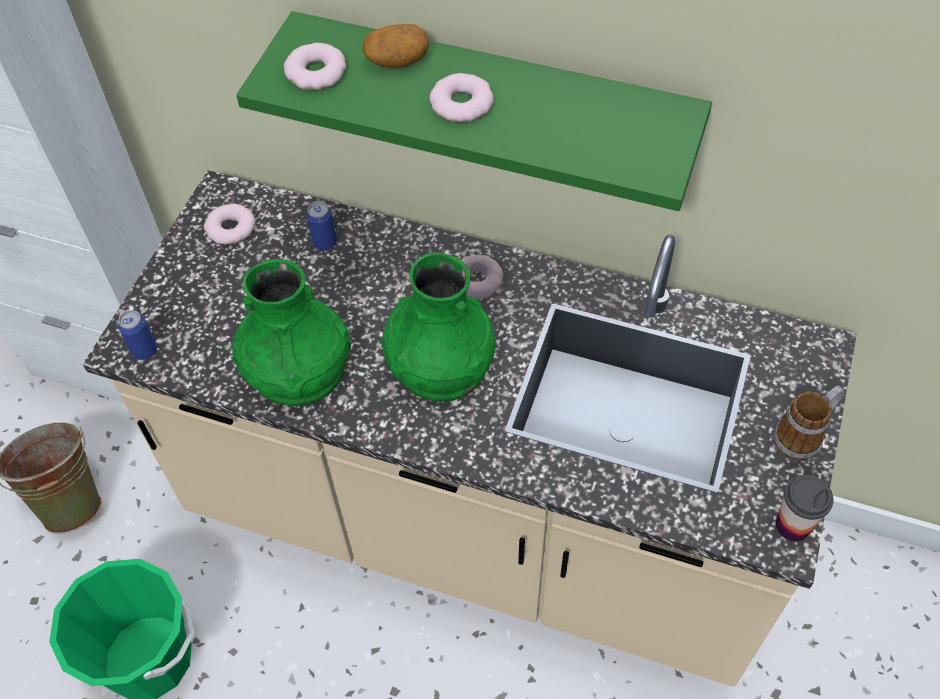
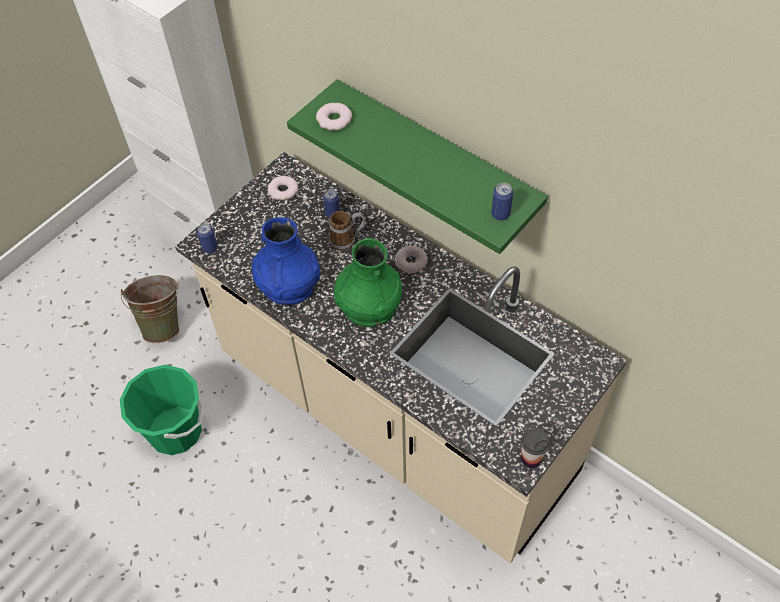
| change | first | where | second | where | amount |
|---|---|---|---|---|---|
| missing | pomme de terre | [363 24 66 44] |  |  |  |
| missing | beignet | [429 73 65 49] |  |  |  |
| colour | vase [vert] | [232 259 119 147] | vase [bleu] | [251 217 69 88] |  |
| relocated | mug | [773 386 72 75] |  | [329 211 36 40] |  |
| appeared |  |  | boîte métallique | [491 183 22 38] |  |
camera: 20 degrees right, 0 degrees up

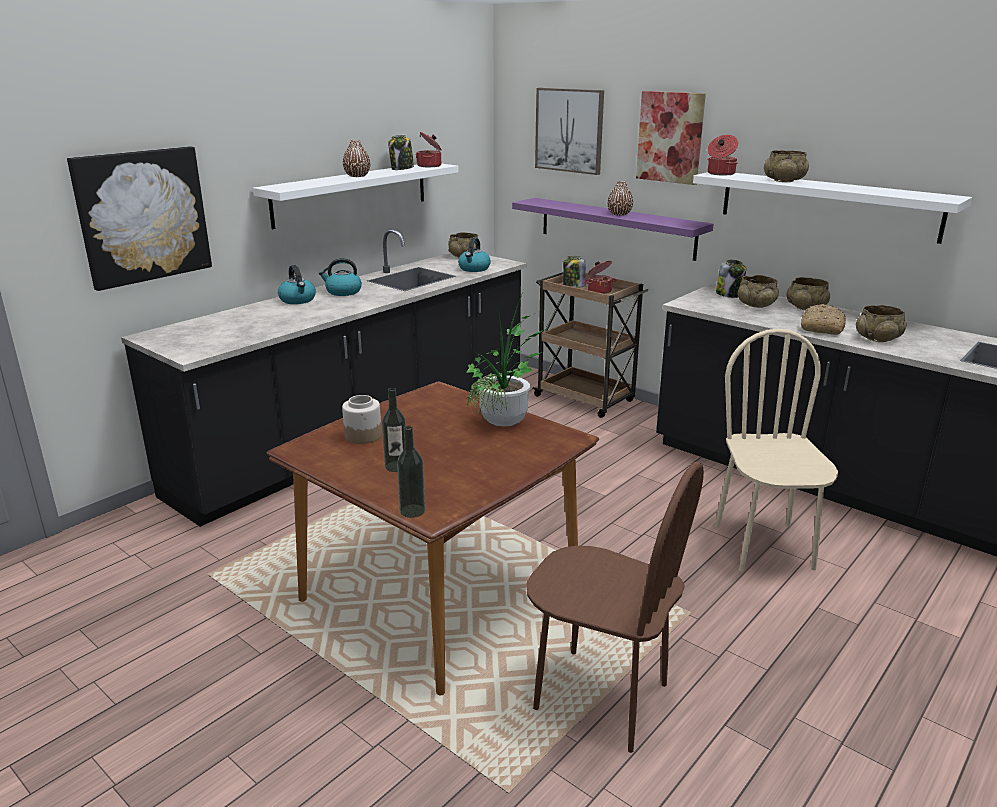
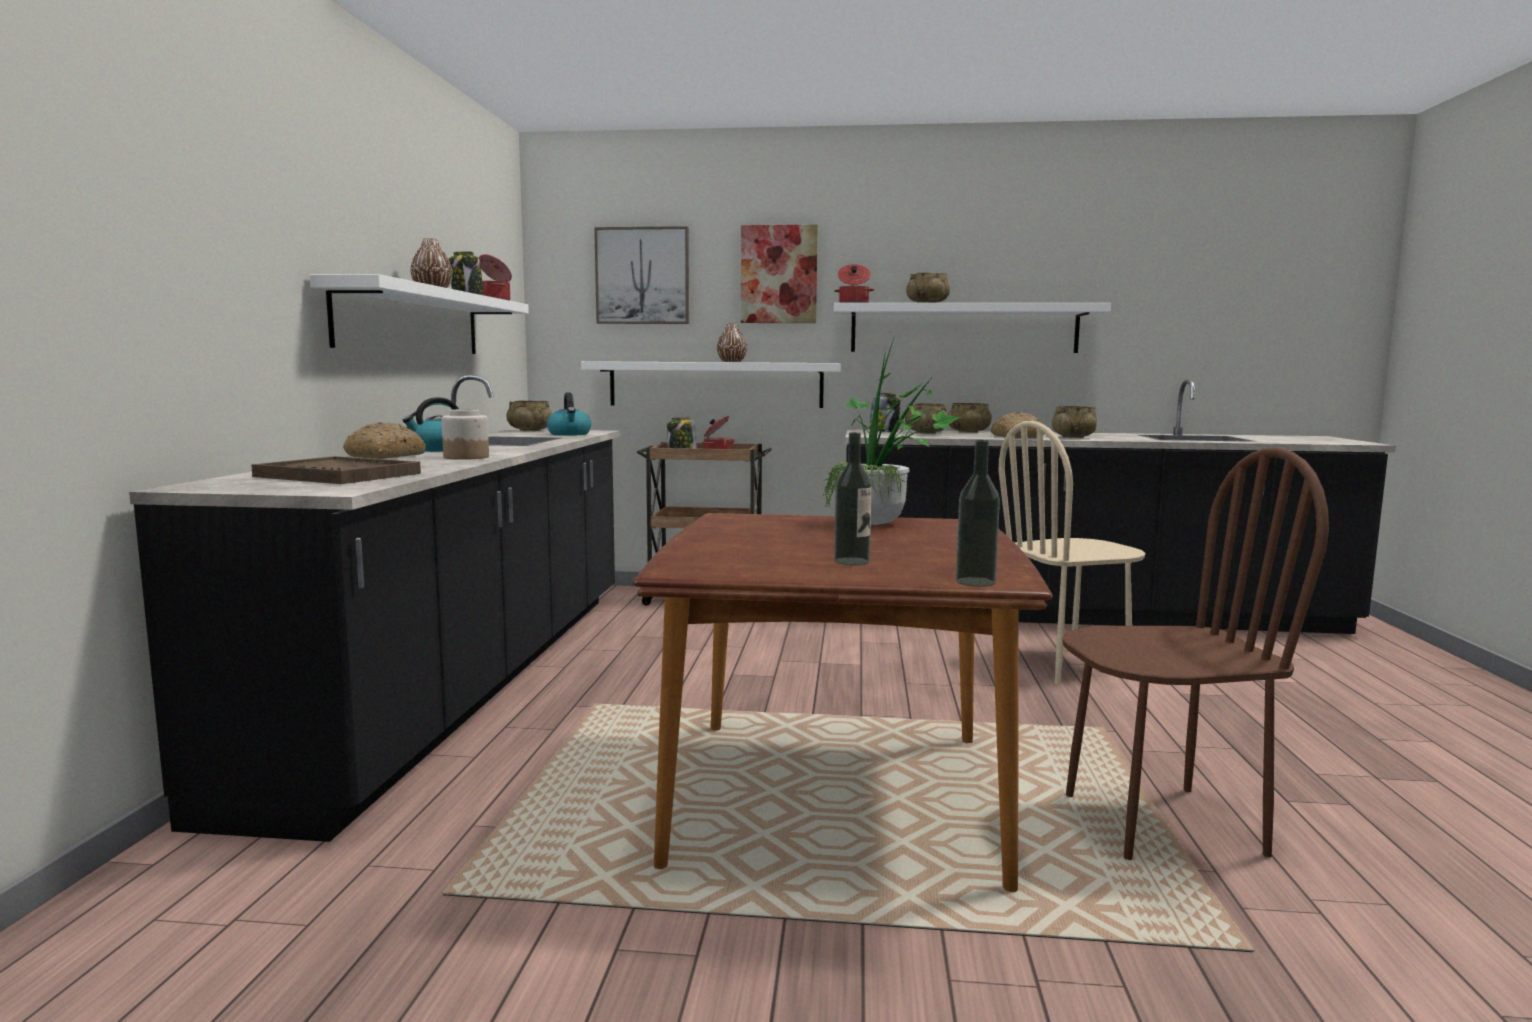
| change | first | where | second | where | amount |
|---|---|---|---|---|---|
| missing | tableau | [67 147 145 144] |  |  |  |
| colour | étagère [violet] | [512 198 202 63] | étagère [blanc] | [581 361 260 47] |  |
| exchanged | bouilloire | [278 265 38 39] | pain | [343 423 83 36] |  |
| spun | chaise [beige] | [715 329 123 242] |  | [999 421 147 264] | 75 degrees counterclockwise |
| relocated | bocal | [342 395 40 49] |  | [442 409 47 51] |  |
| appeared |  |  | plateau [marron] | [251 456 170 28] |  |
camera: 35 degrees left, 15 degrees down

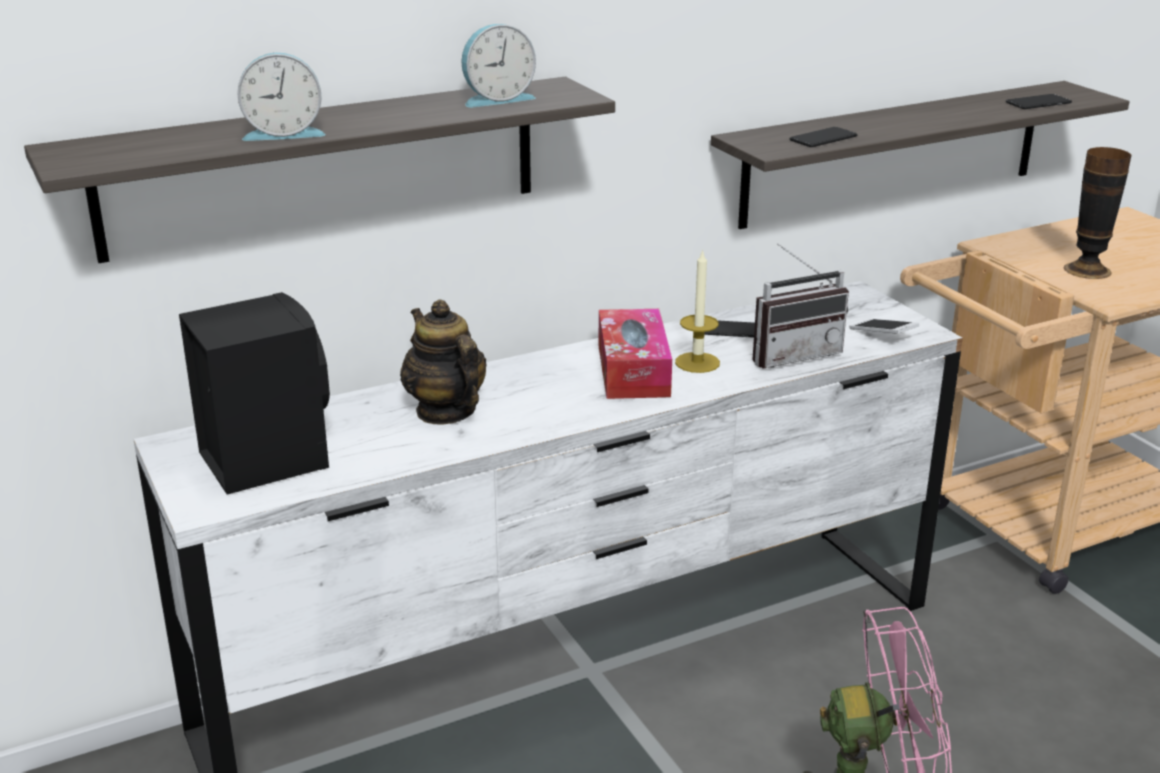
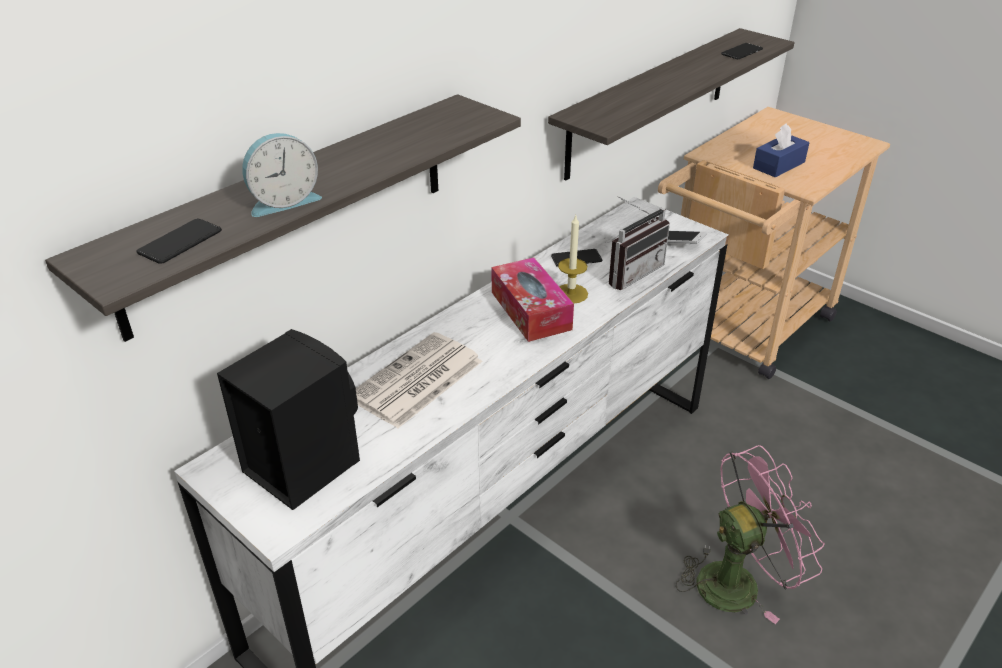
| change | first | where | second | where | amount |
|---|---|---|---|---|---|
| missing | réveil | [461 24 75 83] |  |  |  |
| relocated | téléphone | [789 127 68 20] |  | [136 219 86 45] |  |
| exchanged | vase | [1064 147 67 132] | boîte à mouchoirs [bleu] | [753 123 56 55] |  |
| exchanged | théière | [400 299 87 126] | journal | [356 332 126 96] |  |
camera: 20 degrees left, 10 degrees up

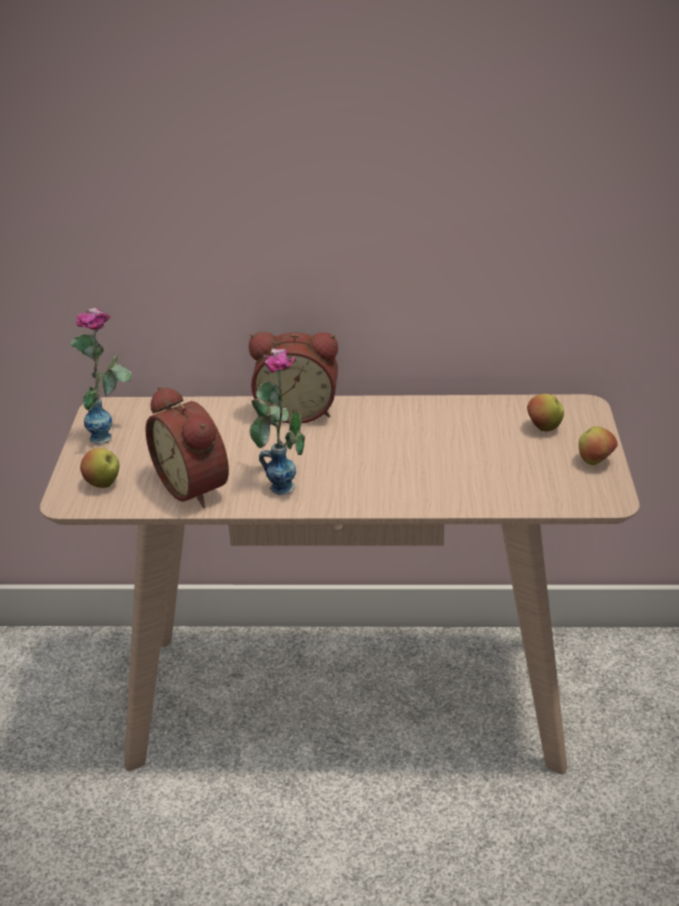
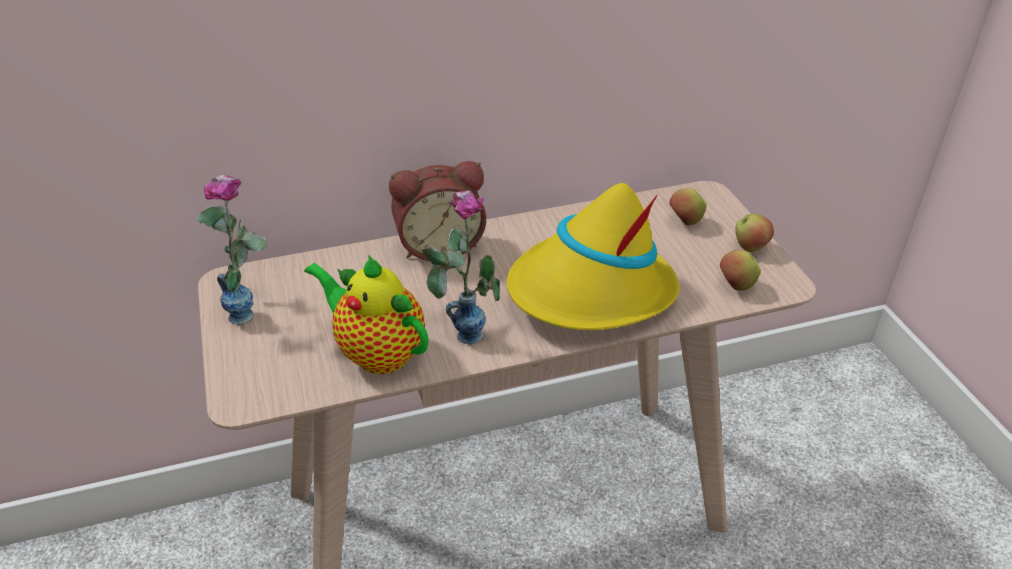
| change | first | where | second | where | amount |
|---|---|---|---|---|---|
| exchanged | réveil | [145 386 84 122] | théière | [304 255 124 119] |  |
| relocated | pomme | [80 448 39 40] |  | [720 250 41 41] |  |
| appeared |  |  | chapeau [jaune] | [506 183 173 147] |  |
camera: 20 degrees left, 5 degrees up

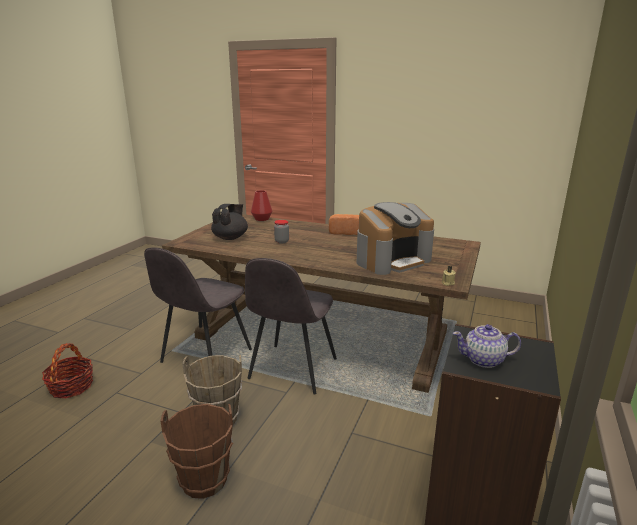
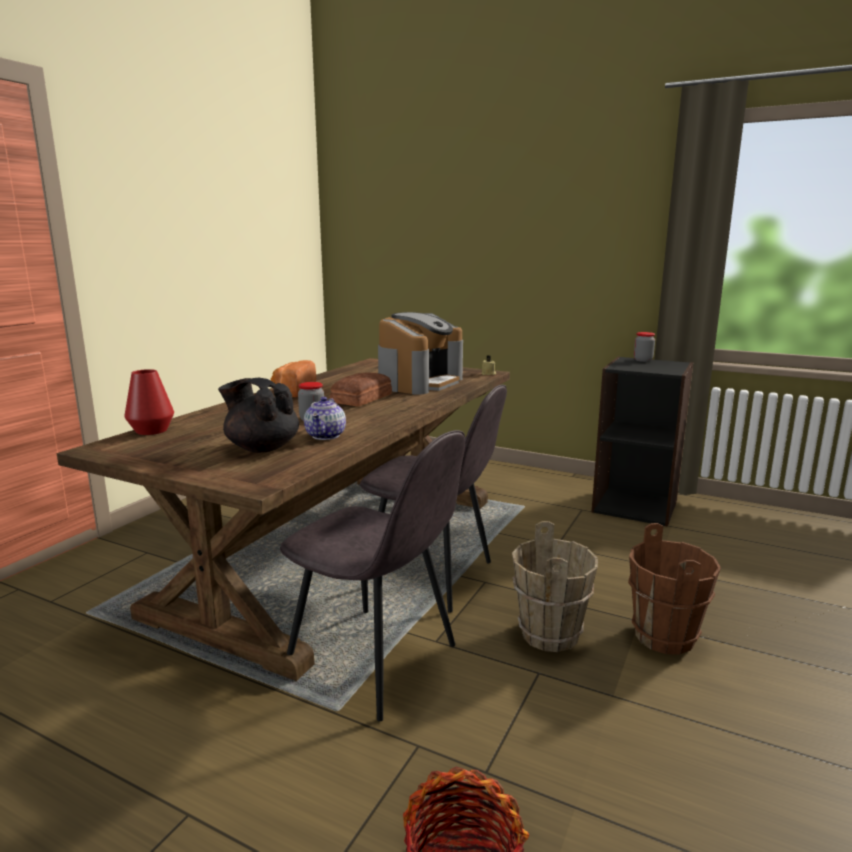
| change | first | where | second | where | amount |
|---|---|---|---|---|---|
| spun | machine à café | [357 202 77 73] |  | [378 312 85 83] | 60 degrees clockwise |
| relocated | théière | [453 324 68 44] |  | [304 397 42 43] |  |
| appeared |  |  | bocal | [634 332 21 30] |  |
| appeared |  |  | pain | [330 372 62 34] |  |
camera: 85 degrees left, 5 degrees down

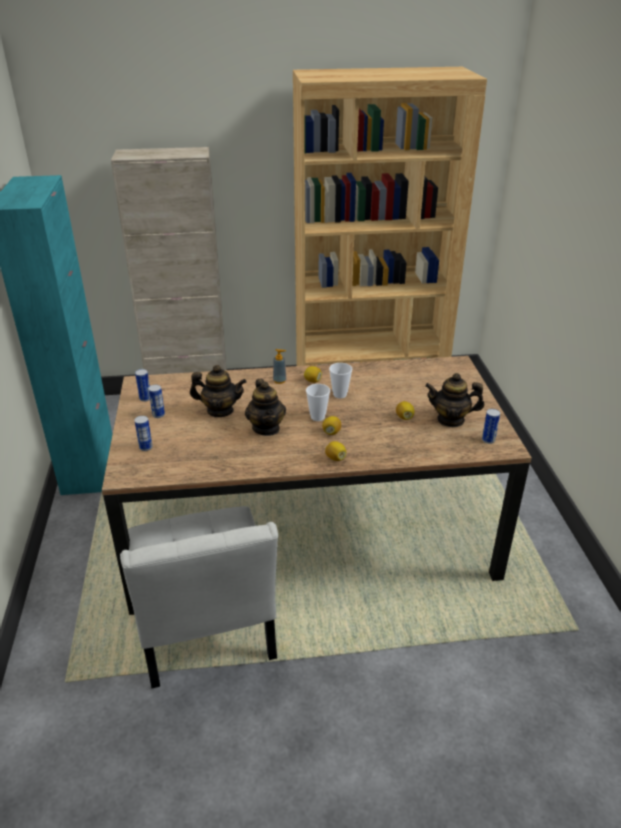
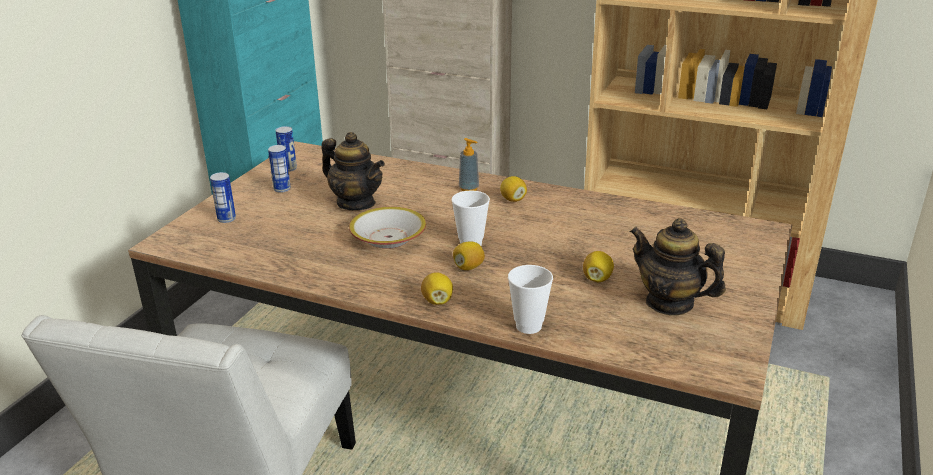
| change | first | where | second | where | amount |
|---|---|---|---|---|---|
| relocated | tasse | [329 363 23 35] |  | [508 265 45 69] |  |
| exchanged | théière | [245 379 41 57] | bol | [349 207 77 42] |  |
| missing | boîte métallique | [482 409 18 35] |  |  |  |
camera: 30 degrees right, 5 degrees down

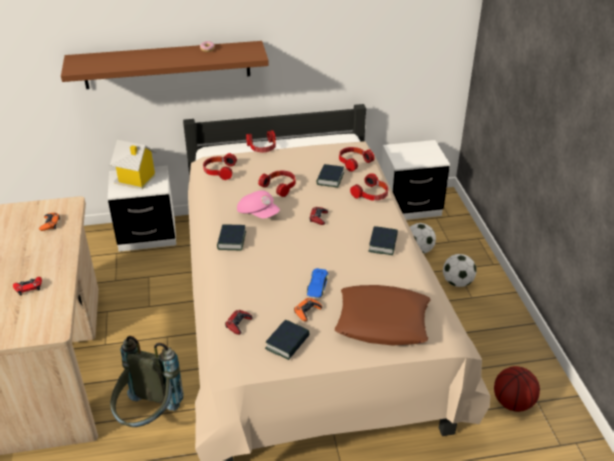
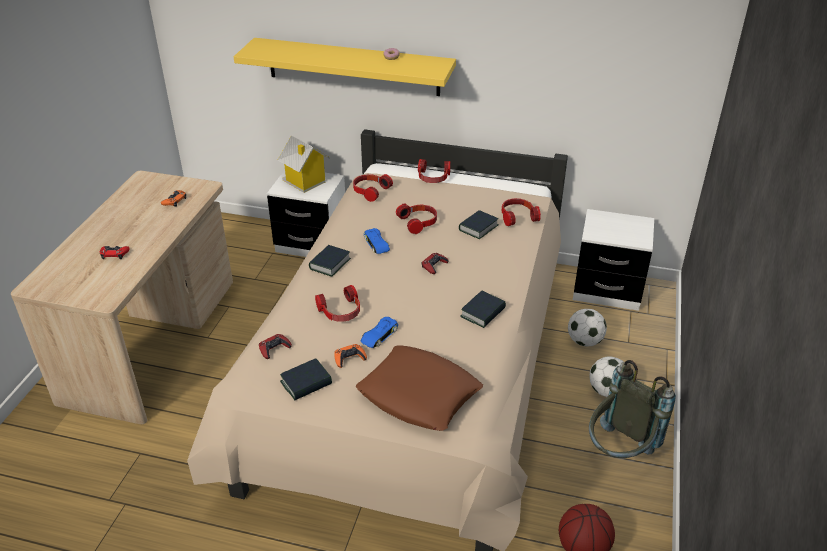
| change | first | where | second | where | amount |
|---|---|---|---|---|---|
| colour | étagère [marron] | [61 41 208 48] | étagère [jaune] | [234 38 222 58] |  |
| relocated | casque audio | [350 173 38 28] |  | [315 285 45 37] |  |
| exchanged | casquette [rose] | [237 190 43 28] | petite voiture [bleu] | [364 228 26 26] |  |
| relocated | sac à dos [gris] | [111 336 73 91] |  | [589 360 87 98] |  |
camera: 25 degrees right, 0 degrees up

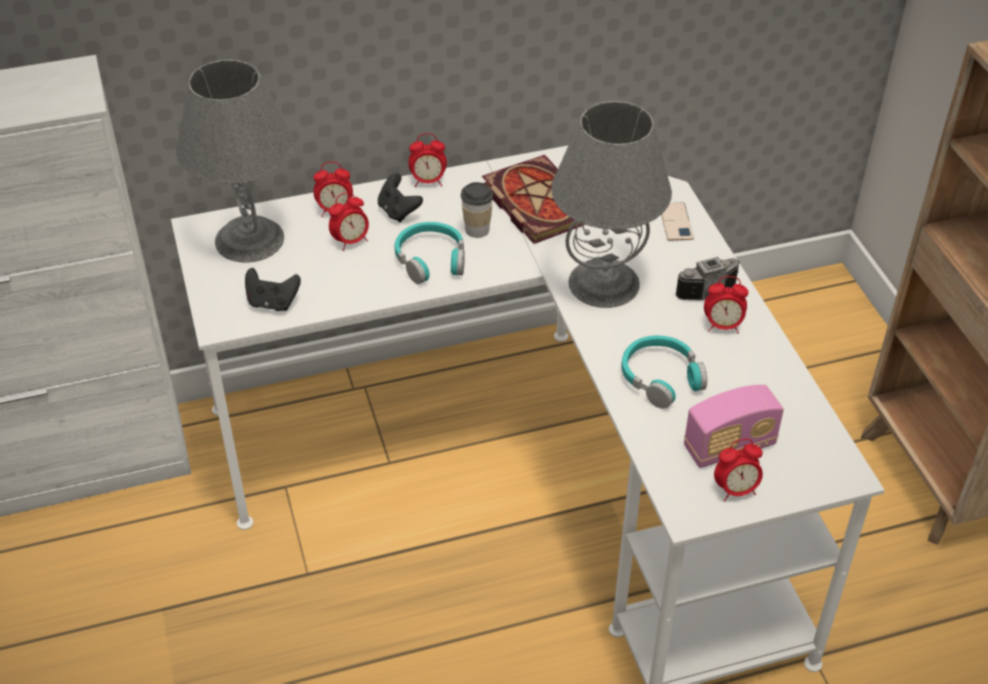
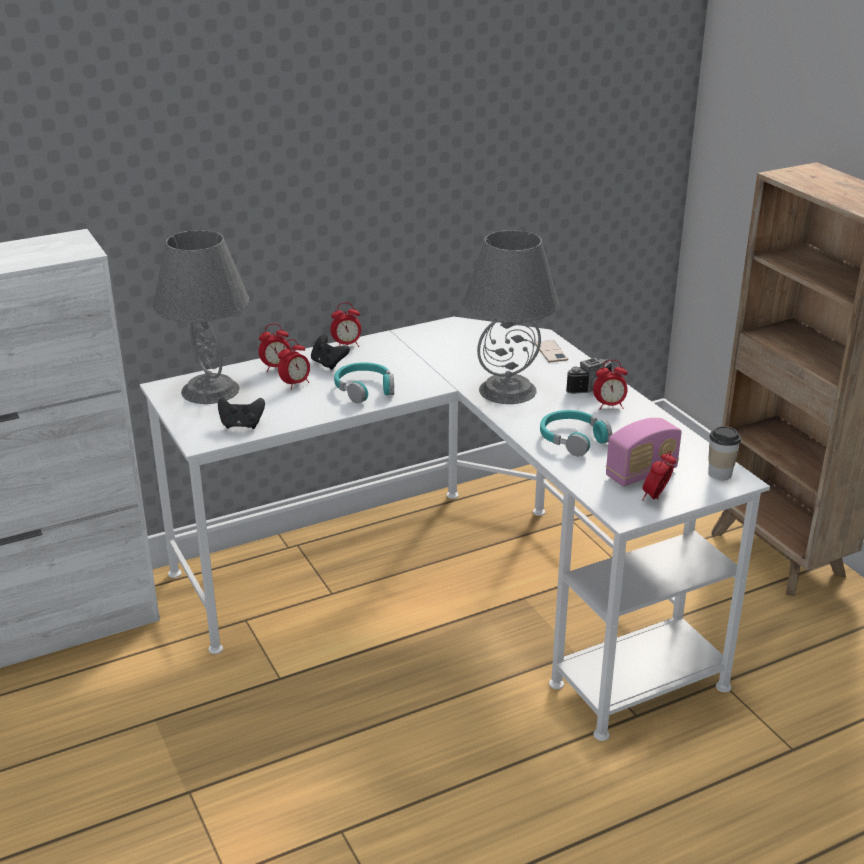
| change | first | where | second | where | amount |
|---|---|---|---|---|---|
| missing | livre | [482 155 103 89] |  |  |  |
| relocated | tasse | [461 182 32 56] |  | [708 426 33 54] |  |
| spun | réveil | [714 439 49 62] |  | [642 451 34 49] | 150 degrees clockwise |
camera: 10 degrees left, 15 degrees down

